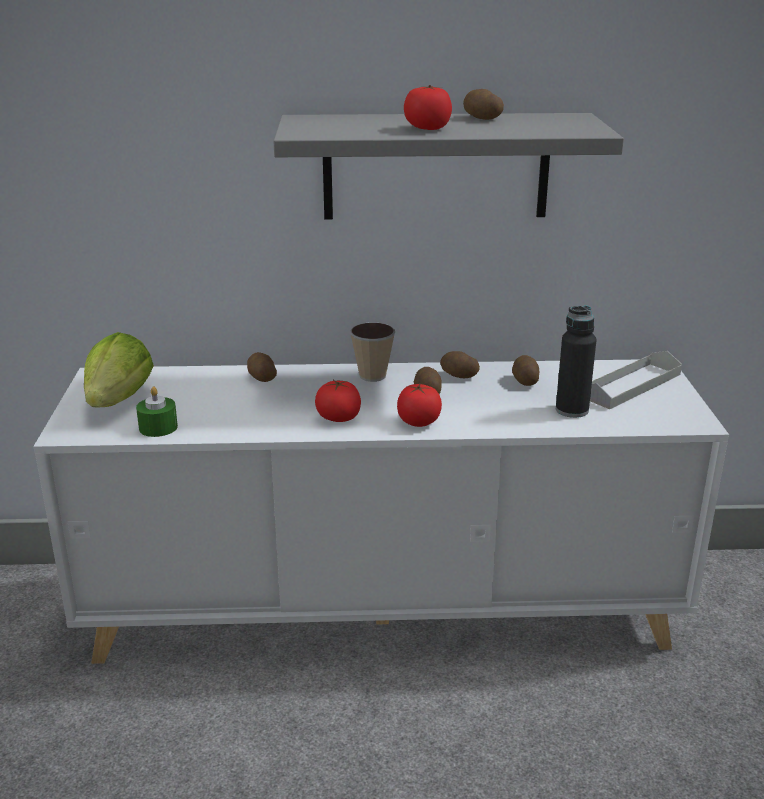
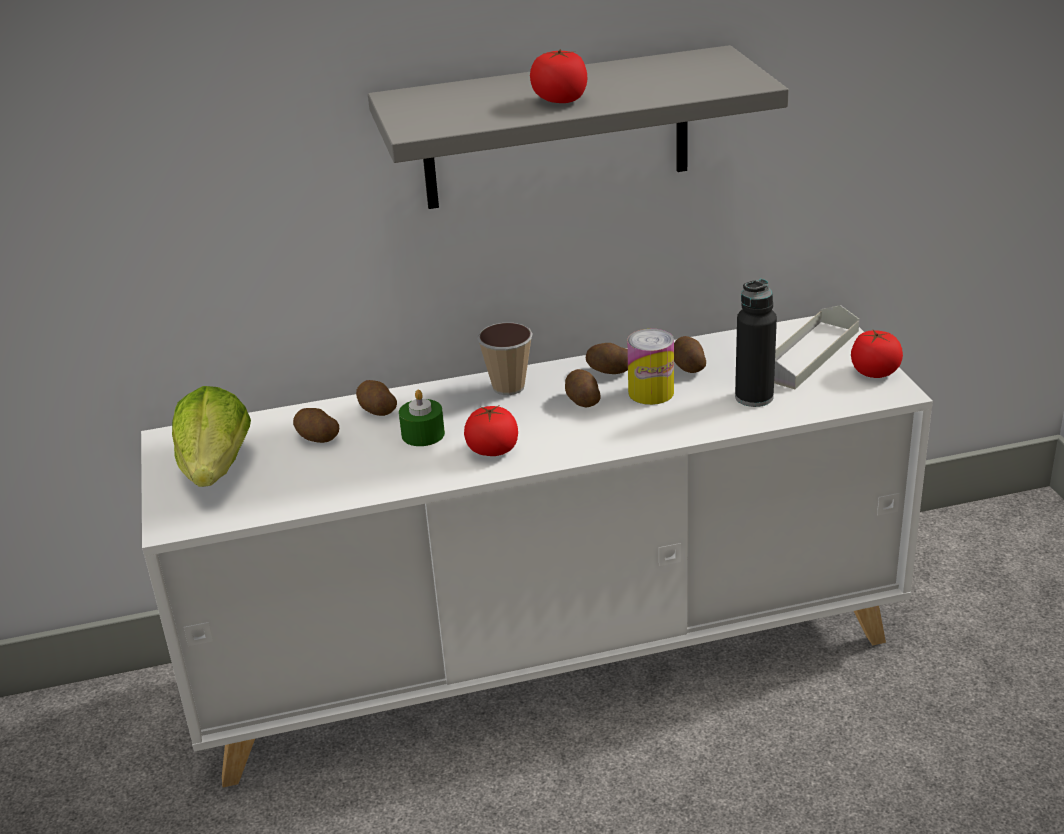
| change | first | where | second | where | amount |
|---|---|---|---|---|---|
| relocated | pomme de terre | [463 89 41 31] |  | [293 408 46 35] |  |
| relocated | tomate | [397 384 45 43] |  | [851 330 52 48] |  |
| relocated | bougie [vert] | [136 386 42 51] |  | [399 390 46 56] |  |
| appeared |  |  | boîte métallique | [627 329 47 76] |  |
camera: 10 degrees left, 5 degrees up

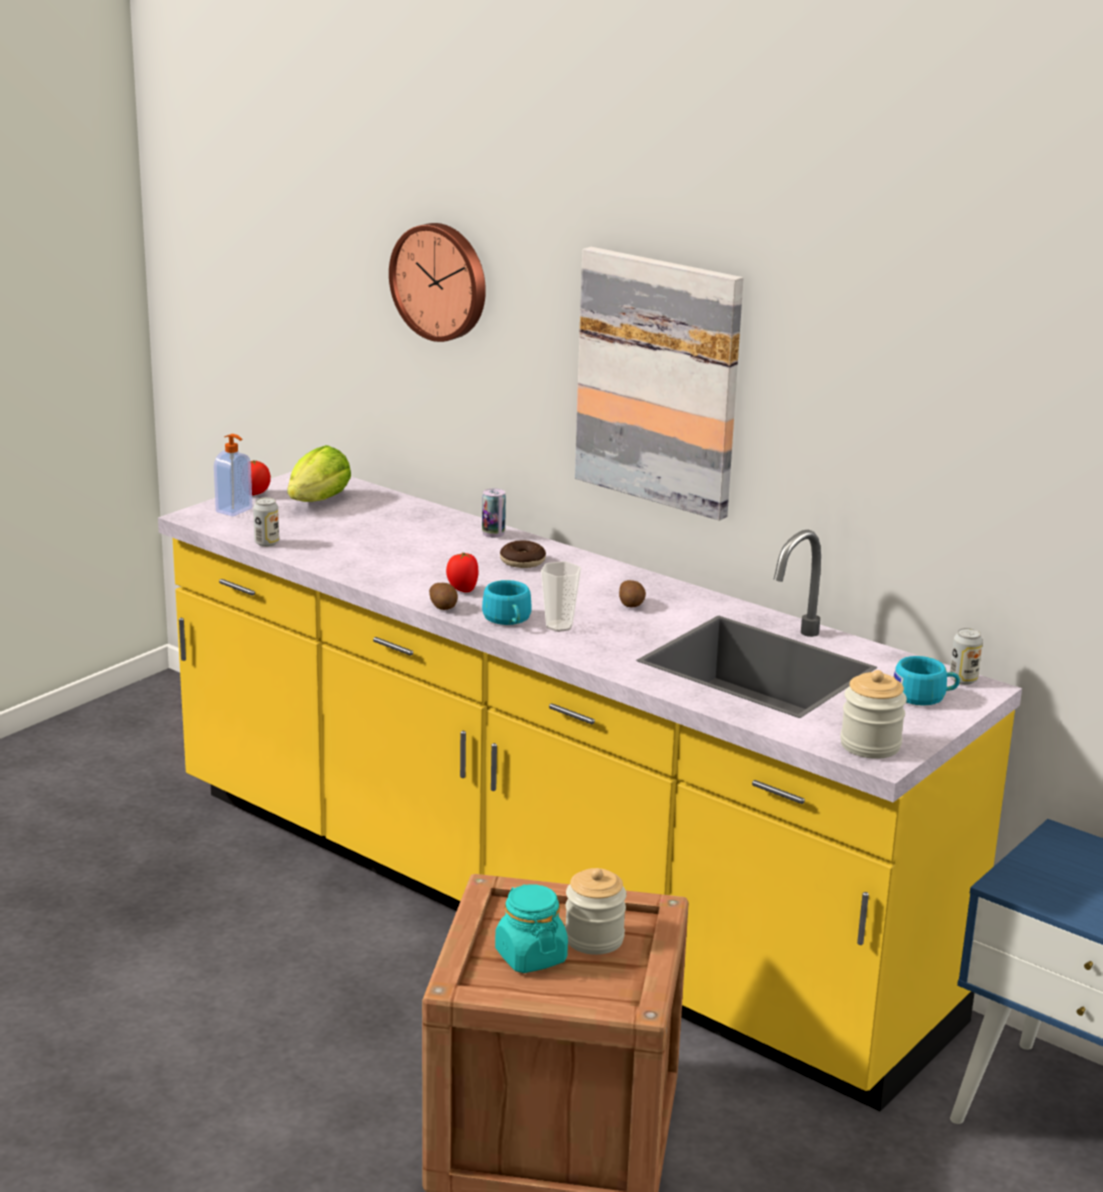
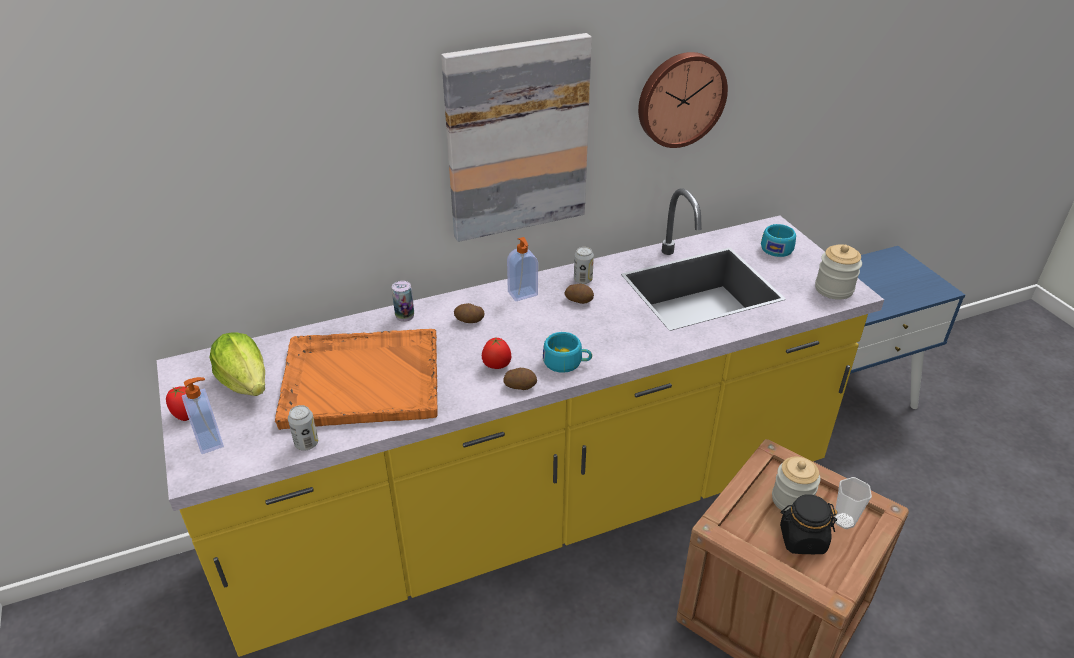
| change | first | where | second | where | amount |
|---|---|---|---|---|---|
| relocated | horloge murale | [389 223 97 119] |  | [638 52 90 96] |  |
| exchanged | beignet | [500 541 46 27] | pomme de terre | [454 303 30 20] |  |
| relocated | tasse | [541 561 40 71] |  | [834 477 38 52] |  |
| relocated | boîte métallique | [950 628 33 57] |  | [574 247 20 37] |  |
| colour | bocal [turquoise] | [495 884 73 89] | bocal [noir] | [780 494 57 60] |  |
| appeared |  |  | distributeur de savon | [507 237 31 64] |  |
| appeared |  |  | plateau [orange] | [275 329 163 101] |  |
camera: 60 degrees left, 15 degrees up

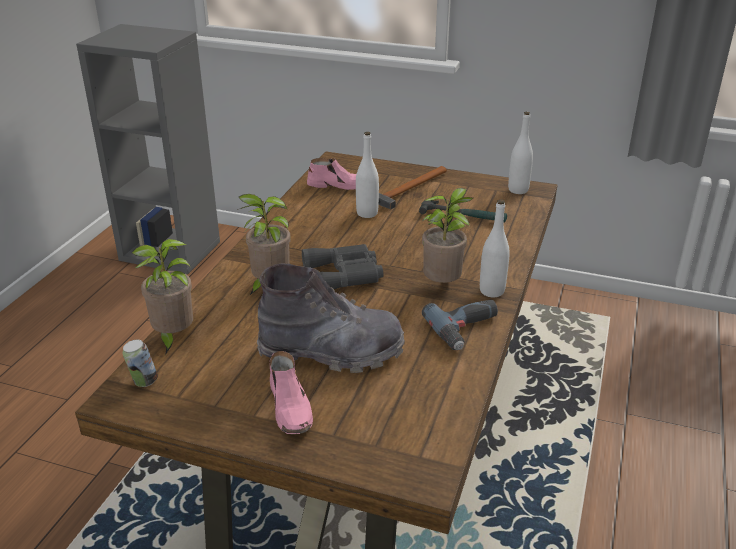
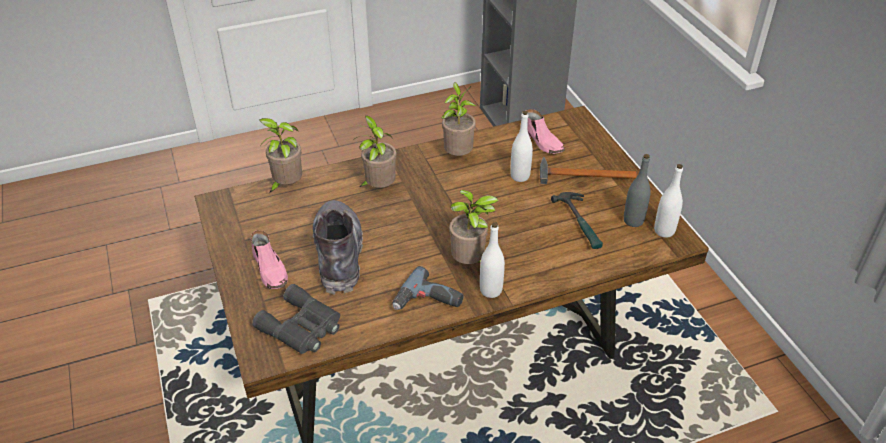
| change | first | where | second | where | amount |
|---|---|---|---|---|---|
| relocated | jumelles [gris] | [302 244 81 45] |  | [252 284 88 70] |  |
| spun | botte [gris] | [257 264 148 109] |  | [313 200 50 95] | 150 degrees counterclockwise |
| missing | boîte métallique | [123 340 35 47] |  |  |  |
| spun | chaussure [rose] | [270 351 43 83] |  | [251 230 37 59] | 60 degrees counterclockwise |
| appeared |  |  | plante en pot | [441 82 35 74] |  |
| appeared |  |  | bouteille [gris] | [624 154 27 73] |  |
camera: 50 degrees right, 10 degrees up

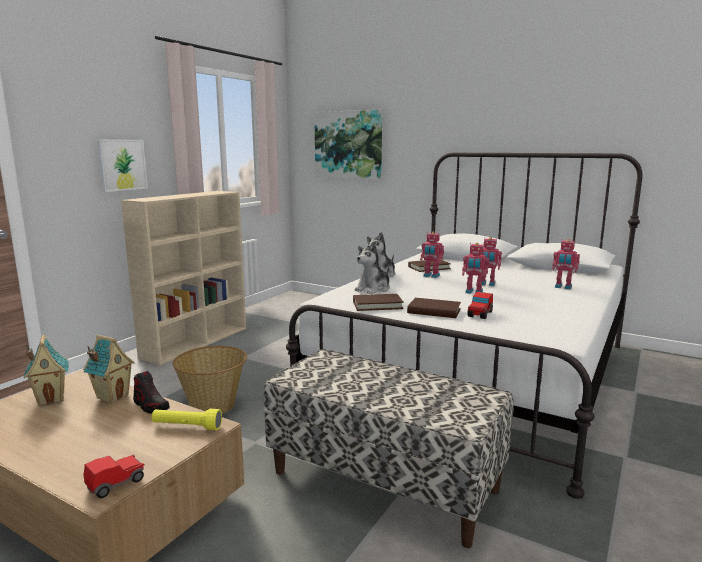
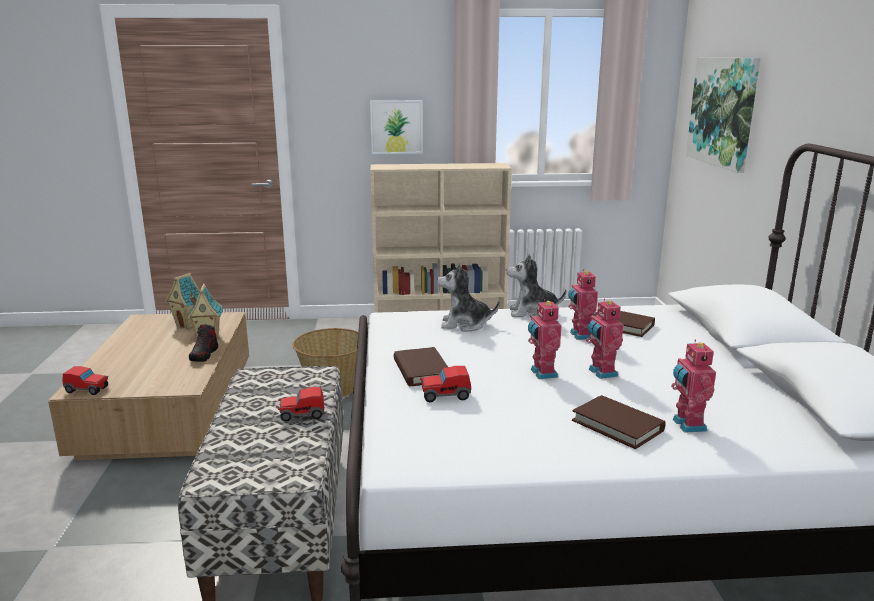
| change | first | where | second | where | amount |
|---|---|---|---|---|---|
| relocated | livre [marron] | [353 294 51 17] |  | [572 395 94 54] |  |
| missing | lampe de poche [jaune] | [152 409 70 21] |  |  |  |
| appeared |  |  | petite voiture | [278 387 46 35] |  |
camera: 55 degrees right, 5 degrees up

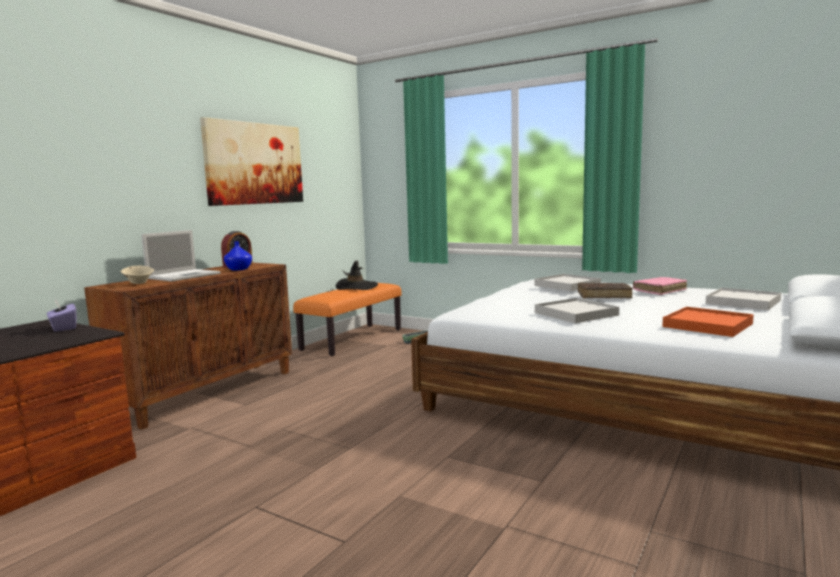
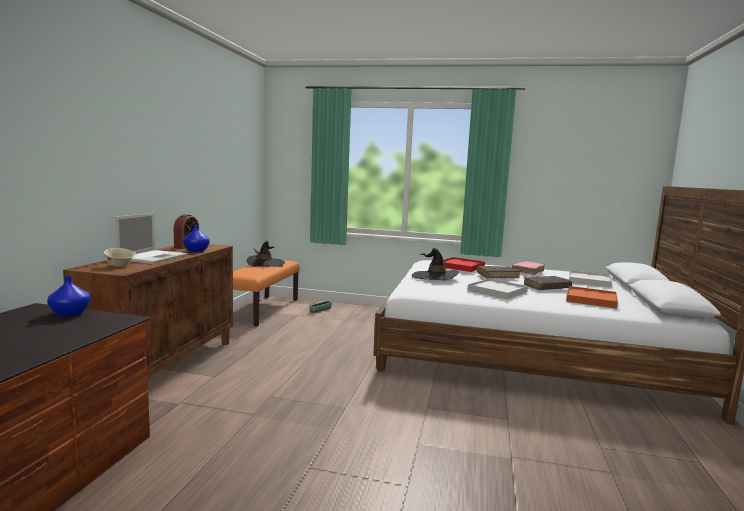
| change | first | where | second | where | amount |
|---|---|---|---|---|---|
| missing | tableau | [200 117 103 89] |  |  |  |
| colour | plateau [blanc] | [534 274 67 17] | plateau [rouge] | [443 257 42 15] |  |
| exchanged | boîte à mouchoirs [violet] | [47 299 30 33] | vase [bleu] | [47 276 43 41] |  |
| appeared |  |  | chapeau [noir] | [411 248 48 32] |  |
| appeared |  |  | livre [marron] | [524 276 48 14] |  |
camera: 20 degrees left, 0 degrees up

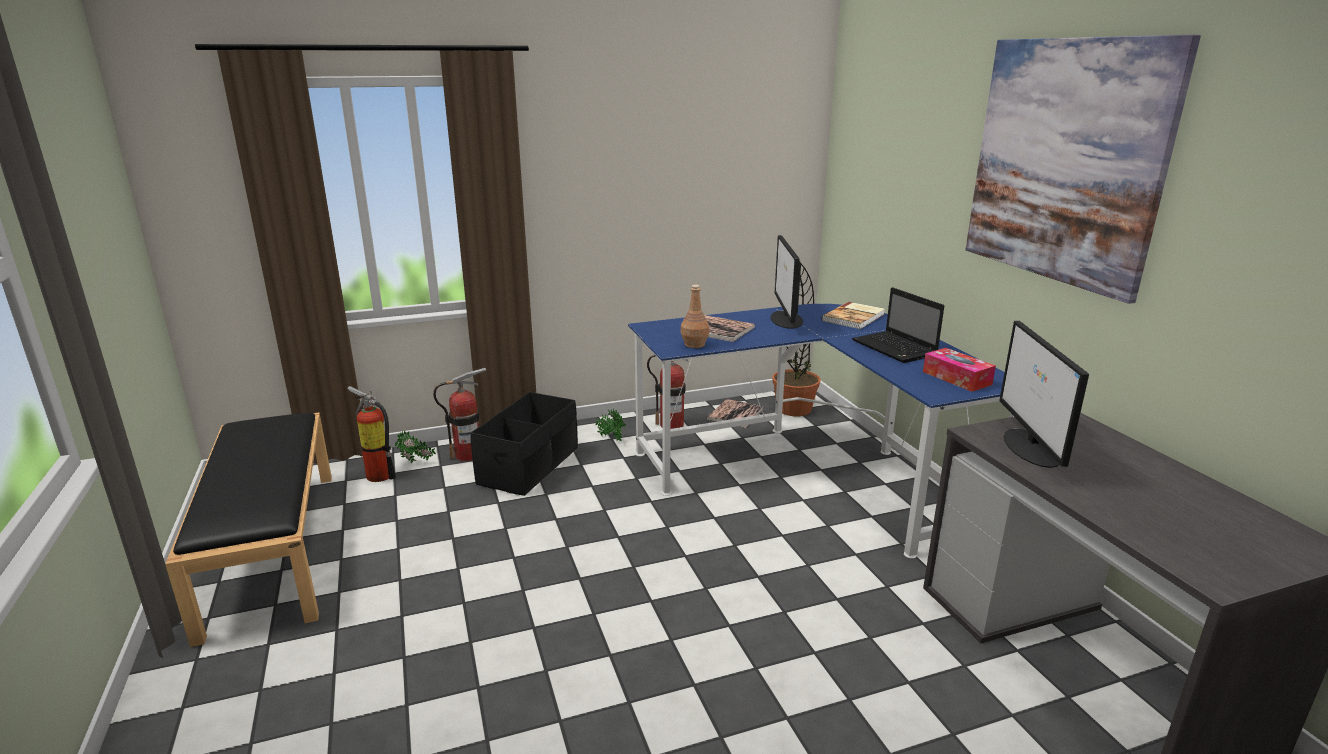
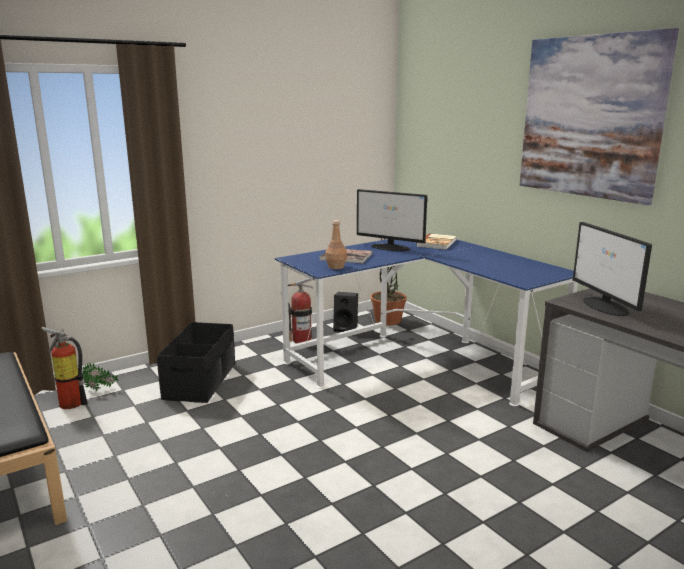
| change | first | where | second | where | amount |
|---|---|---|---|---|---|
| spun | écran d'ordinateur | [770 235 33 94] |  | [357 189 70 62] | 45 degrees counterclockwise |
| missing | ordinateur portable | [852 287 92 76] |  |  |  |
| missing | boîte à mouchoirs | [923 348 73 44] |  |  |  |
| missing | extincteur | [433 368 53 94] |  |  |  |
| exchanged | livre | [707 399 56 29] | enceinte [noir] | [333 292 25 40] |  |
| missing | plante en pot | [595 409 31 33] |  |  |  |
camera: 15 degrees left, 5 degrees down

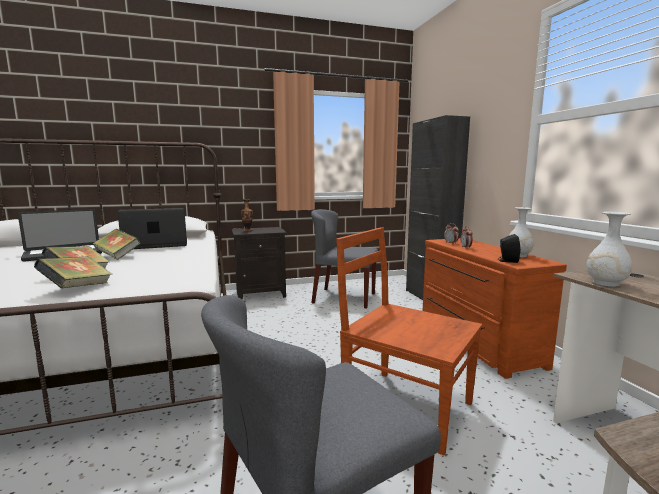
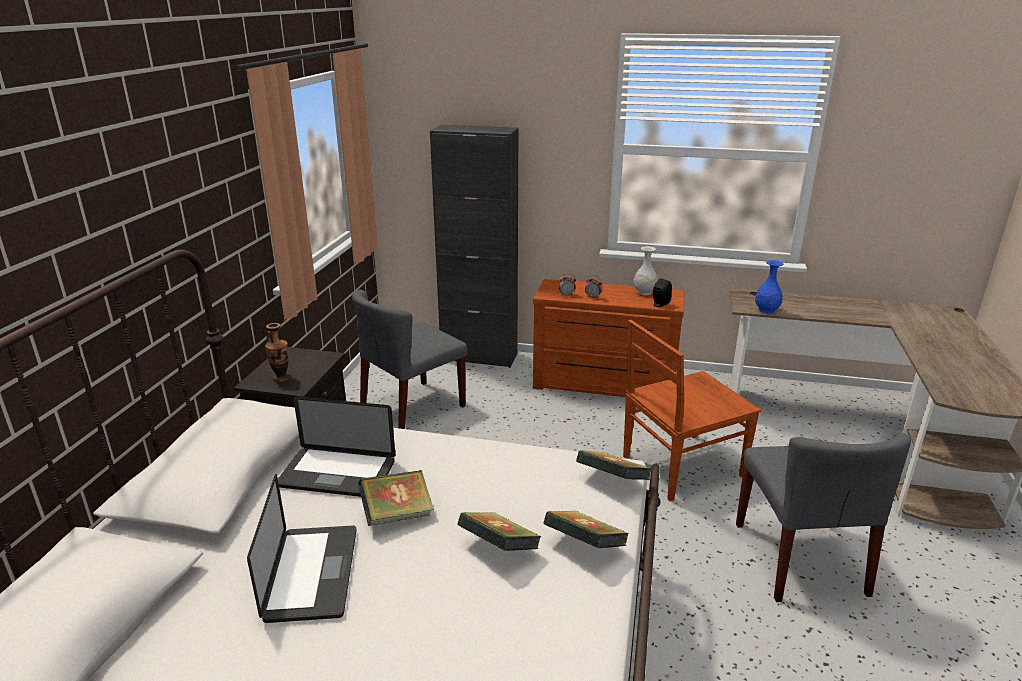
| change | first | where | second | where | amount |
|---|---|---|---|---|---|
| spun | ordinateur portable | [118 208 69 41] |  | [278 397 117 100] | 90 degrees counterclockwise |
| colour | vase [blanc] | [586 212 46 75] | vase [bleu] | [755 260 28 54] |  |
| appeared |  |  | livre | [576 450 76 30] |  |
camera: 60 degrees left, 15 degrees up

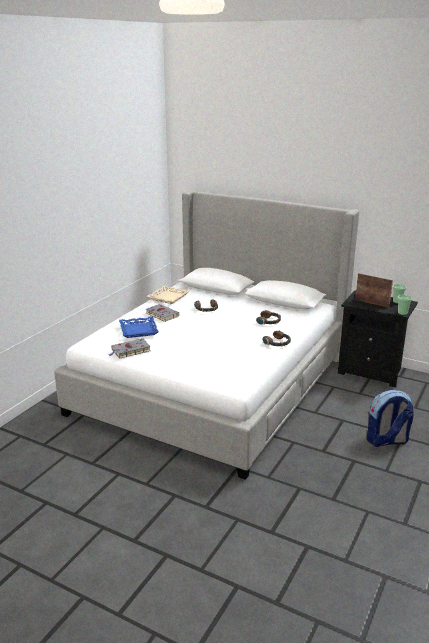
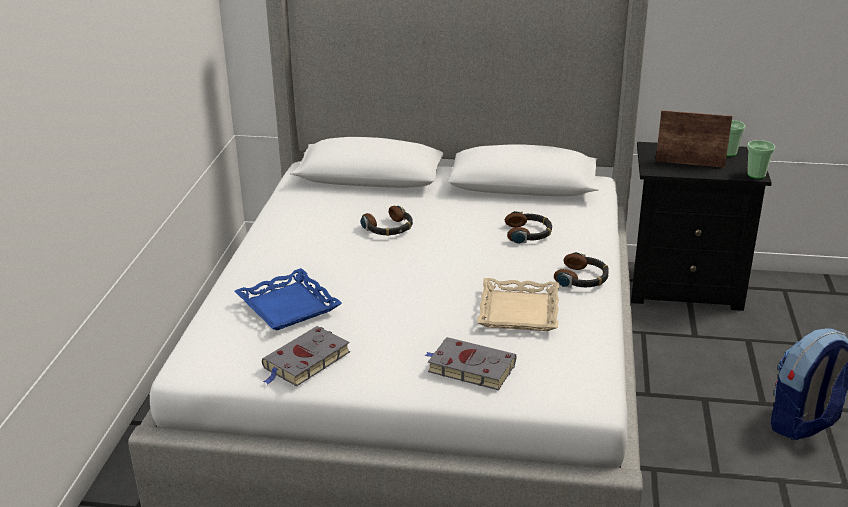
| change | first | where | second | where | amount |
|---|---|---|---|---|---|
| relocated | plateau [beige] | [146 285 43 19] |  | [477 278 82 53] |  |
| relocated | livre [gris] | [146 304 33 18] |  | [424 337 92 53] |  |
camera: 20 degrees left, 5 degrees up

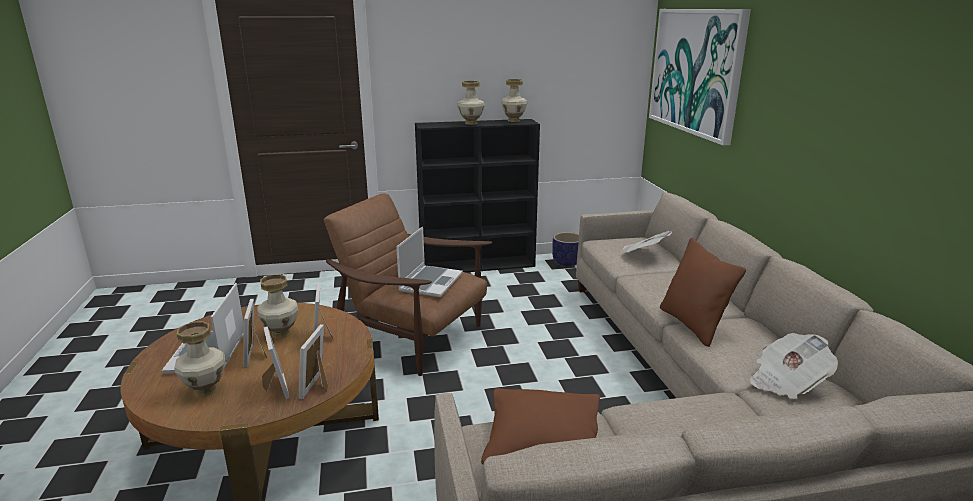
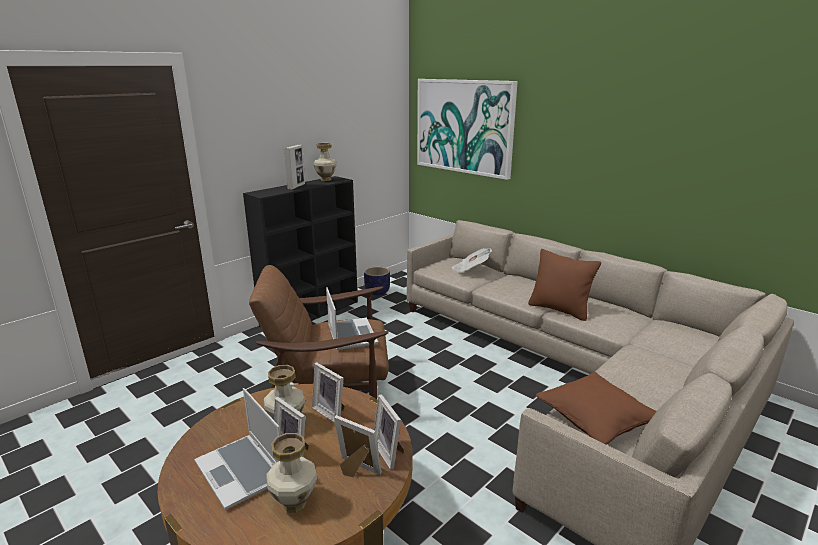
| change | first | where | second | where | amount |
|---|---|---|---|---|---|
| exchanged | vase | [457 81 28 44] | cadre photo | [284 145 21 45] |  |
| missing | journal | [749 333 89 66] |  |  |  |
camera: 35 degrees left, 0 degrees up

